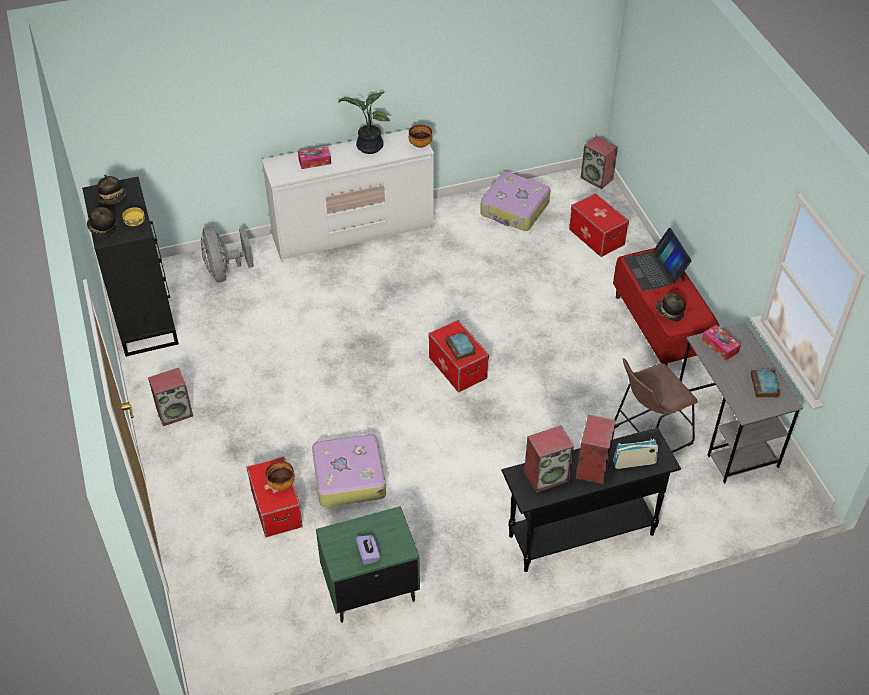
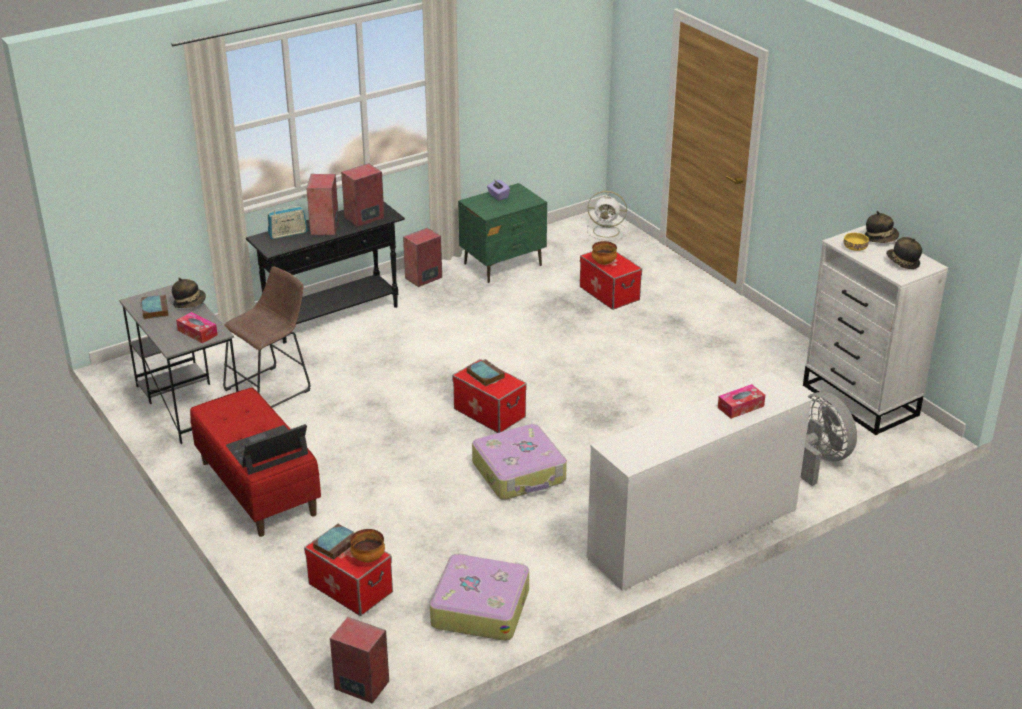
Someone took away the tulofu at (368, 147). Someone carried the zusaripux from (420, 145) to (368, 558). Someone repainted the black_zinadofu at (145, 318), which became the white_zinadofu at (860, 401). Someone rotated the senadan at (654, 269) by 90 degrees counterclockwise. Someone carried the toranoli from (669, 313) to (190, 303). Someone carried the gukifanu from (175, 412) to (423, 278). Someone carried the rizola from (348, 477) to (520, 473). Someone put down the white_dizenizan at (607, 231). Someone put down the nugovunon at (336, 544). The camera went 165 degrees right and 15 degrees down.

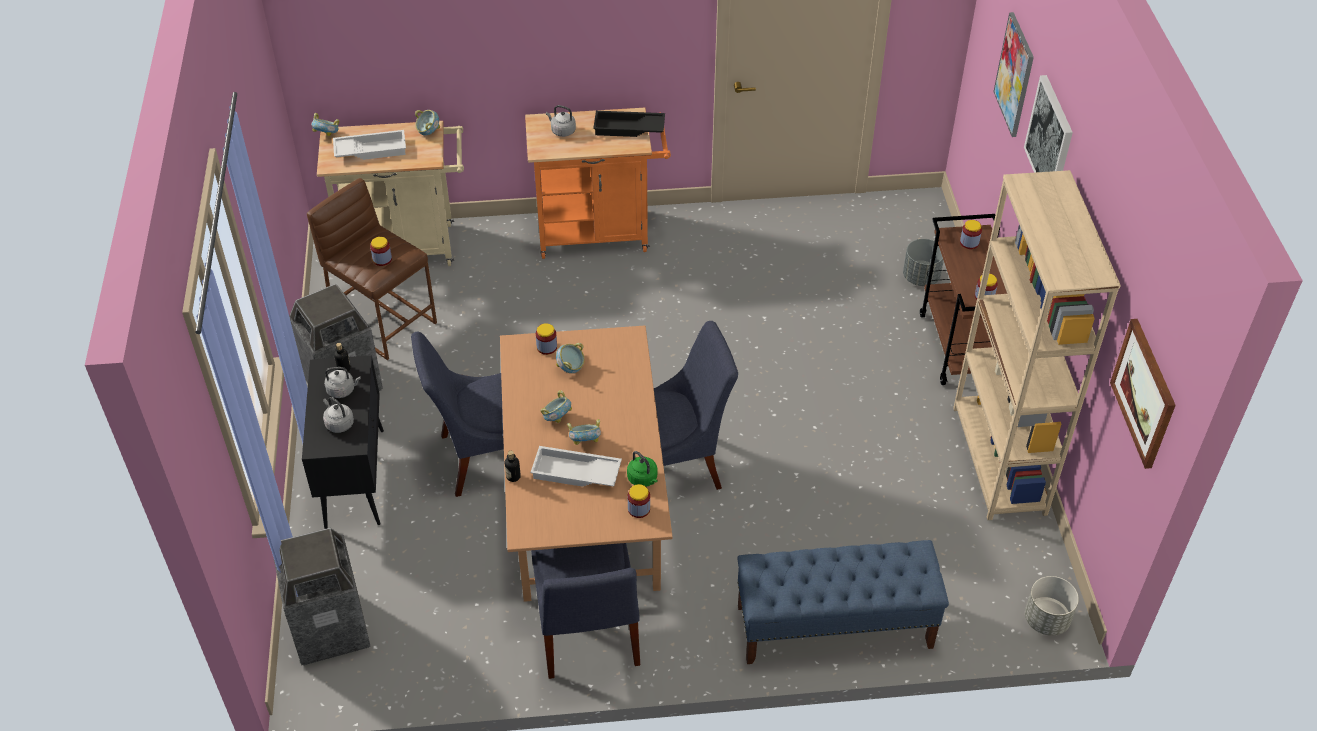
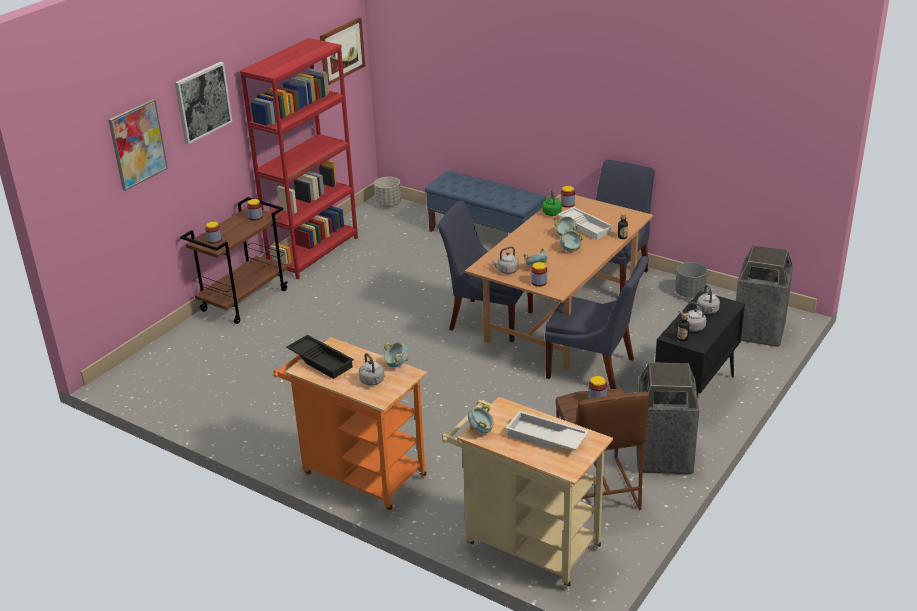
Someone carried the zusaripux from (327, 135) to (396, 365). Someone repainted the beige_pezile at (999, 460), which became the red_pezile at (313, 253). Someone carried the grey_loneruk from (921, 277) to (689, 293). Someone put down the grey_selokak at (506, 271). The camera went 140 degrees left and 15 degrees down.

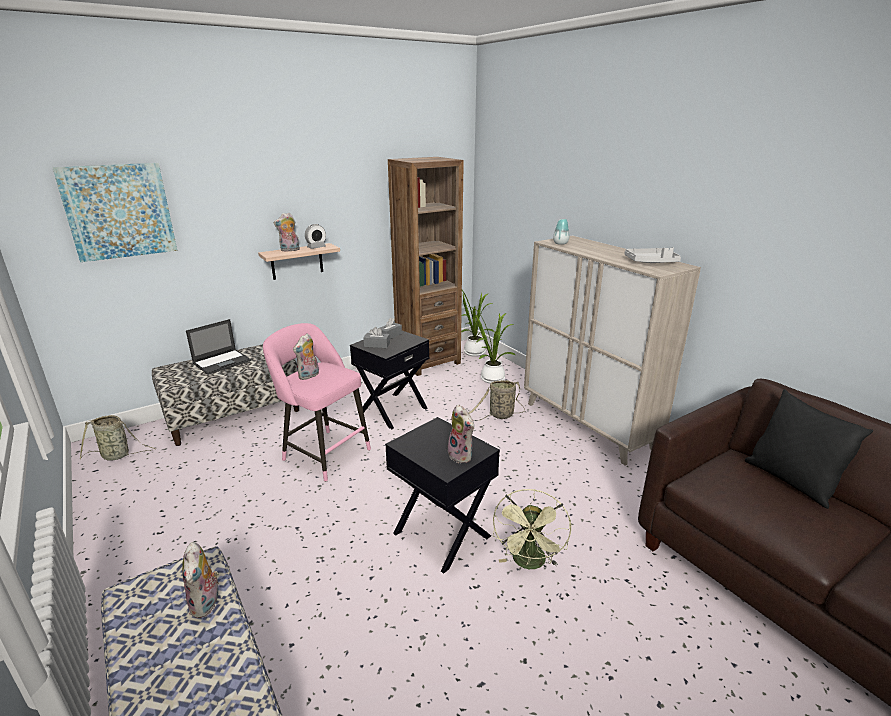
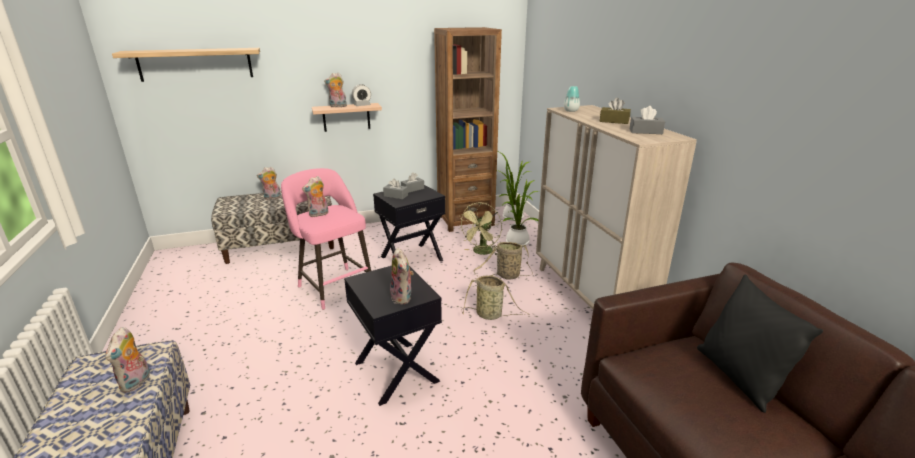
Someone swapped the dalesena at (119, 211) for the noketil at (195, 64). Someone swapped the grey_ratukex at (651, 262) for the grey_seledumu at (645, 131). Someone swapped the senadan at (222, 362) for the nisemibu at (272, 198). Someone carried the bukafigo from (118, 455) to (491, 315). Someone carried the green_dizenizan from (529, 563) to (481, 252). Someone put down the brown_seledumu at (614, 121). The camera went 15 degrees right and 0 degrees up.

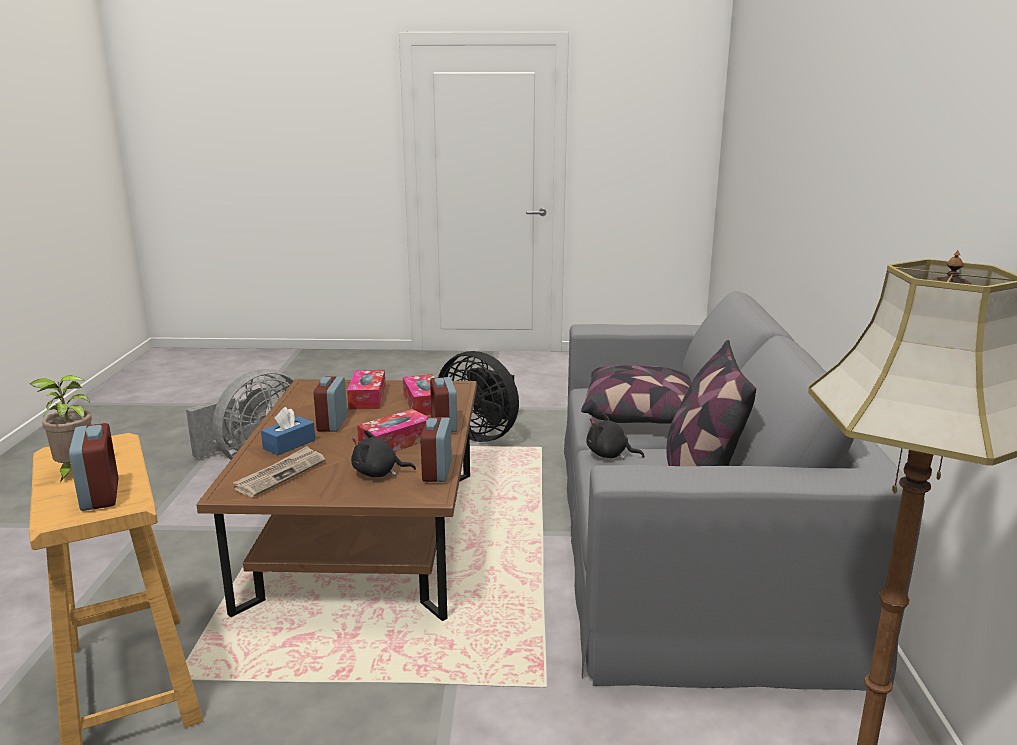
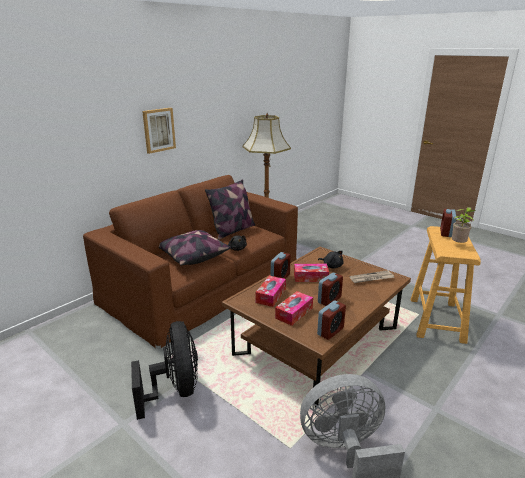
Someone repainted the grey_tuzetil at (690, 541), which became the brown_tuzetil at (202, 283). Someone took away the blue_seledumu at (289, 444). Someone carried the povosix from (437, 471) to (330, 331). Someone put up the dalesena at (158, 130). The camera went 140 degrees left and 5 degrees up.

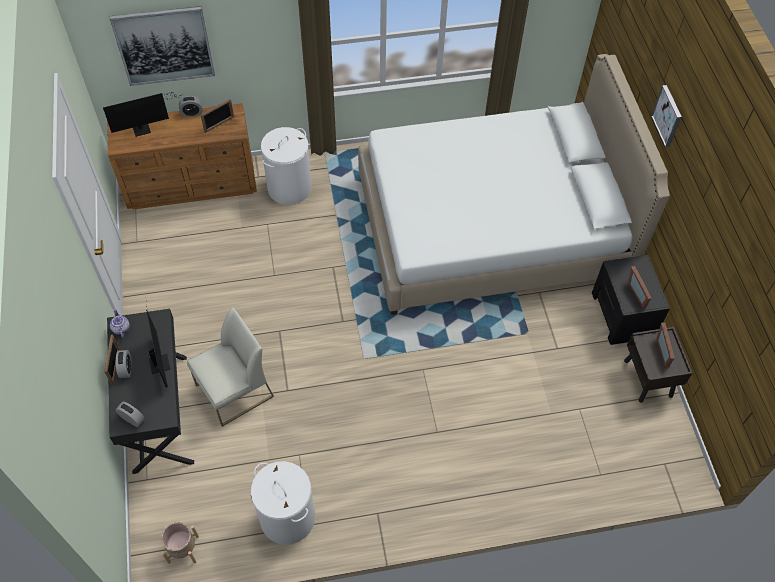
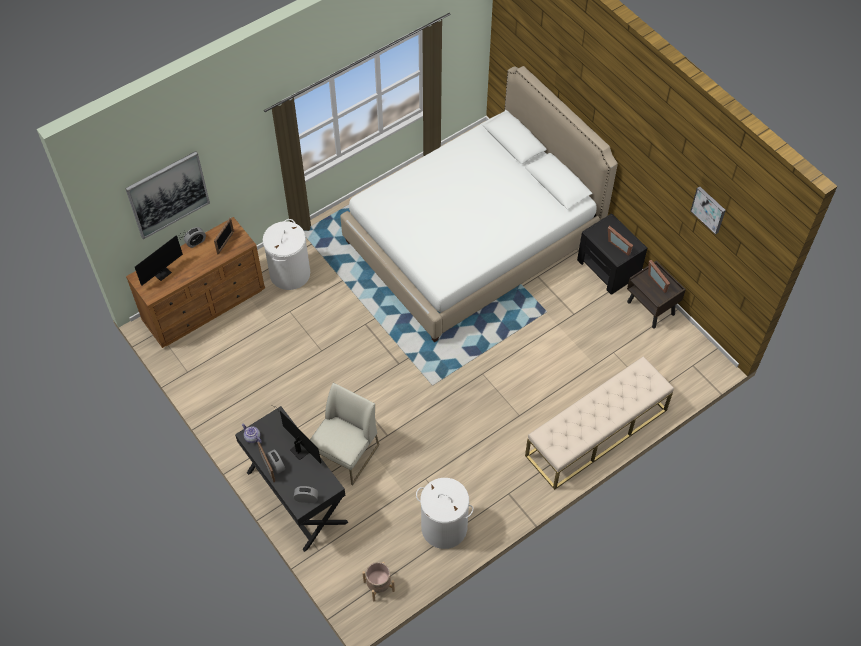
Someone carried the dalesena from (668, 116) to (709, 209). Someone put down the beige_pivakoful at (596, 433). The camera went 25 degrees left and 0 degrees up.

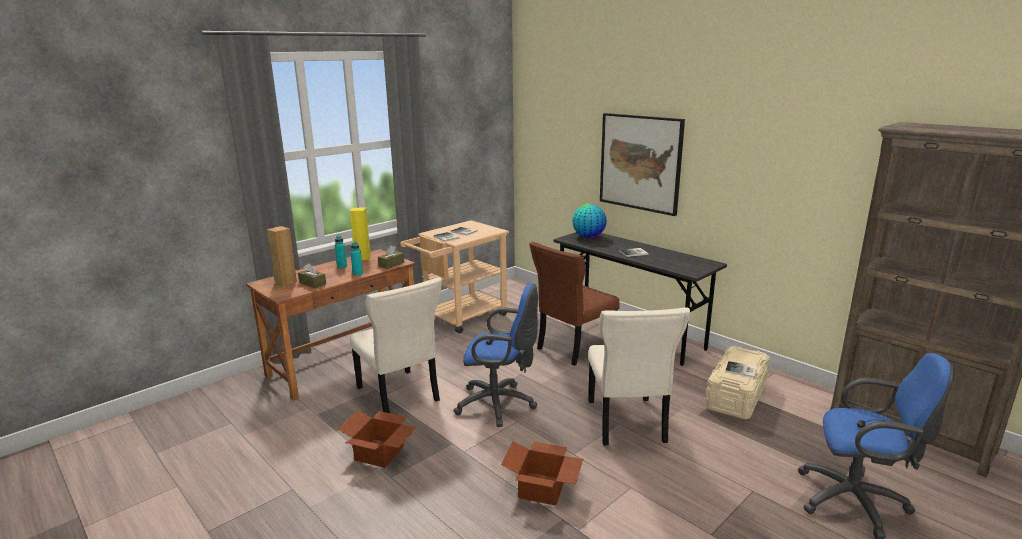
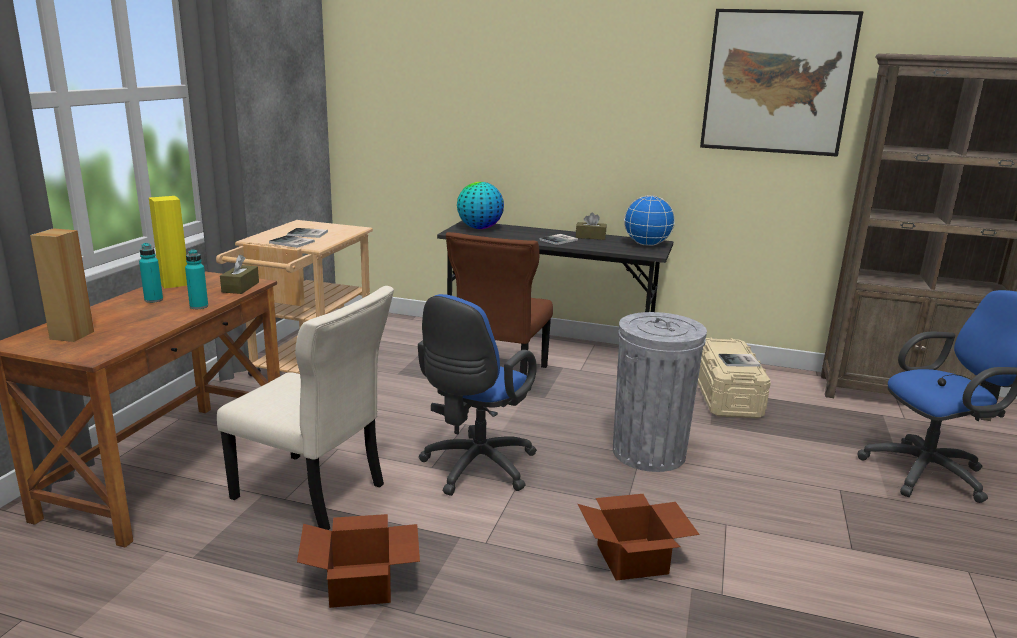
Someone carried the dalesena from (640, 162) to (777, 82). Someone carried the brown_seledumu from (312, 283) to (590, 237). Someone rotated the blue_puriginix at (499, 405) by 135 degrees clockwise. Someone swapped the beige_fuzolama at (626, 423) for the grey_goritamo at (649, 452). Someone put down the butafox at (647, 245). The camera went 30 degrees left and 0 degrees up.

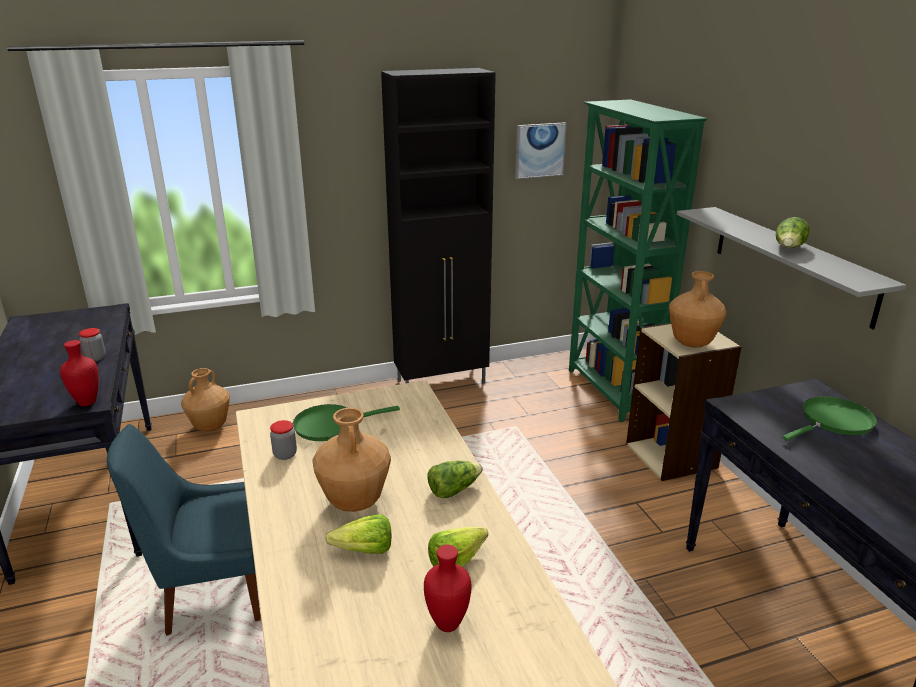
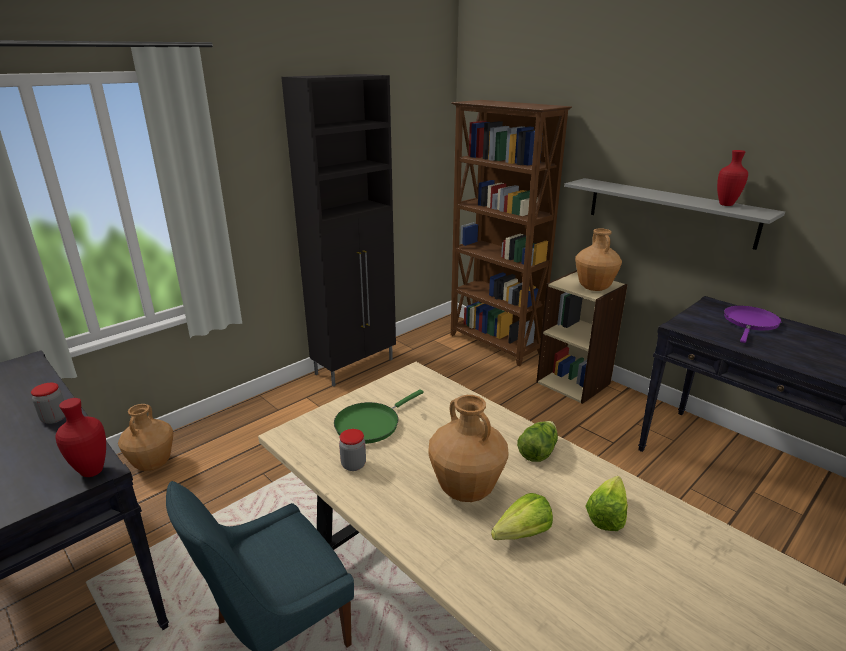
Someone repainted the green_pezile at (612, 392), which became the brown_pezile at (495, 344). Someone took away the dalesena at (540, 150). Someone took away the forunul at (789, 248). Someone repainted the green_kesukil at (833, 421), which became the purple_kesukil at (750, 323). Someone carried the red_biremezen from (449, 624) to (726, 204). The camera went 25 degrees left and 0 degrees up.

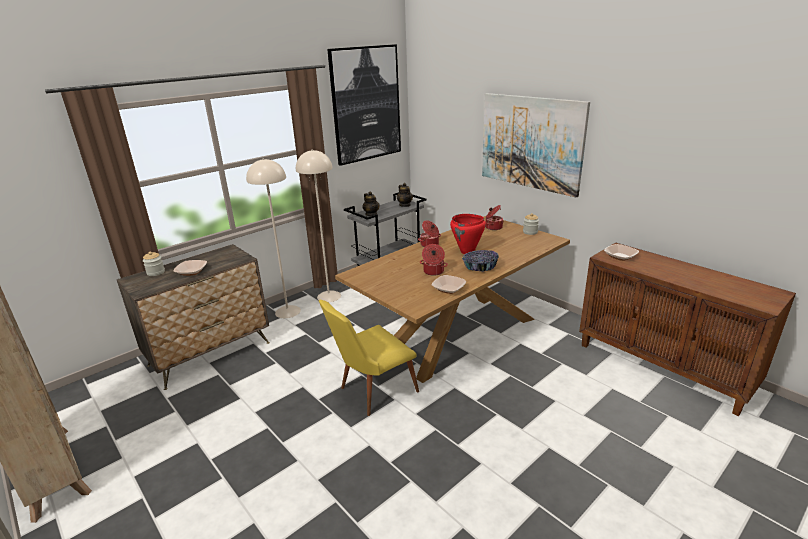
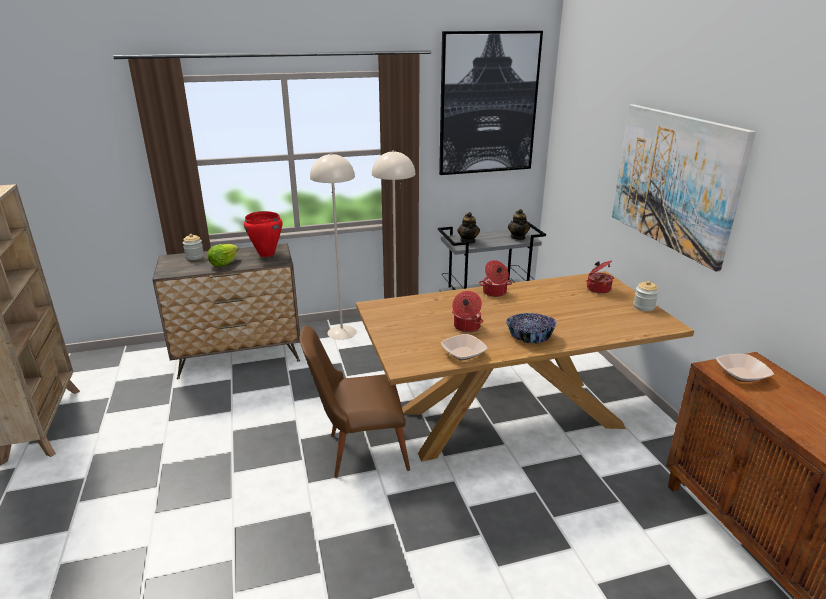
Someone carried the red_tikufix from (467, 252) to (266, 254). Someone swapped the zusaripux at (191, 272) for the forunul at (223, 263). Someone repainted the yellow_fuzolama at (371, 392), which became the brown_fuzolama at (359, 451). The camera went 25 degrees right and 0 degrees up.

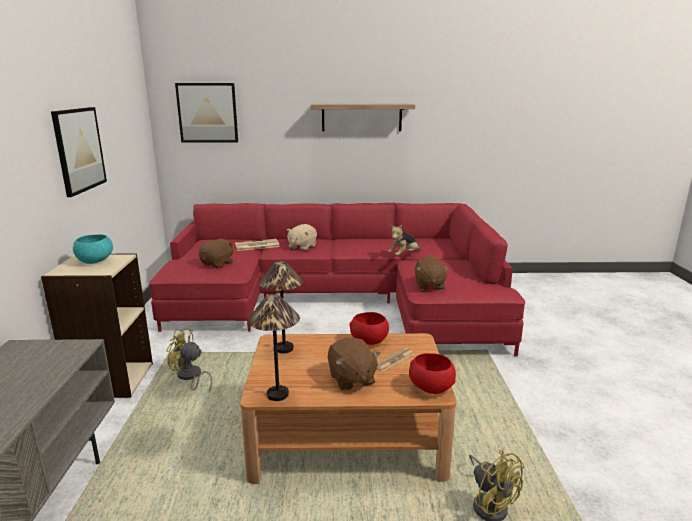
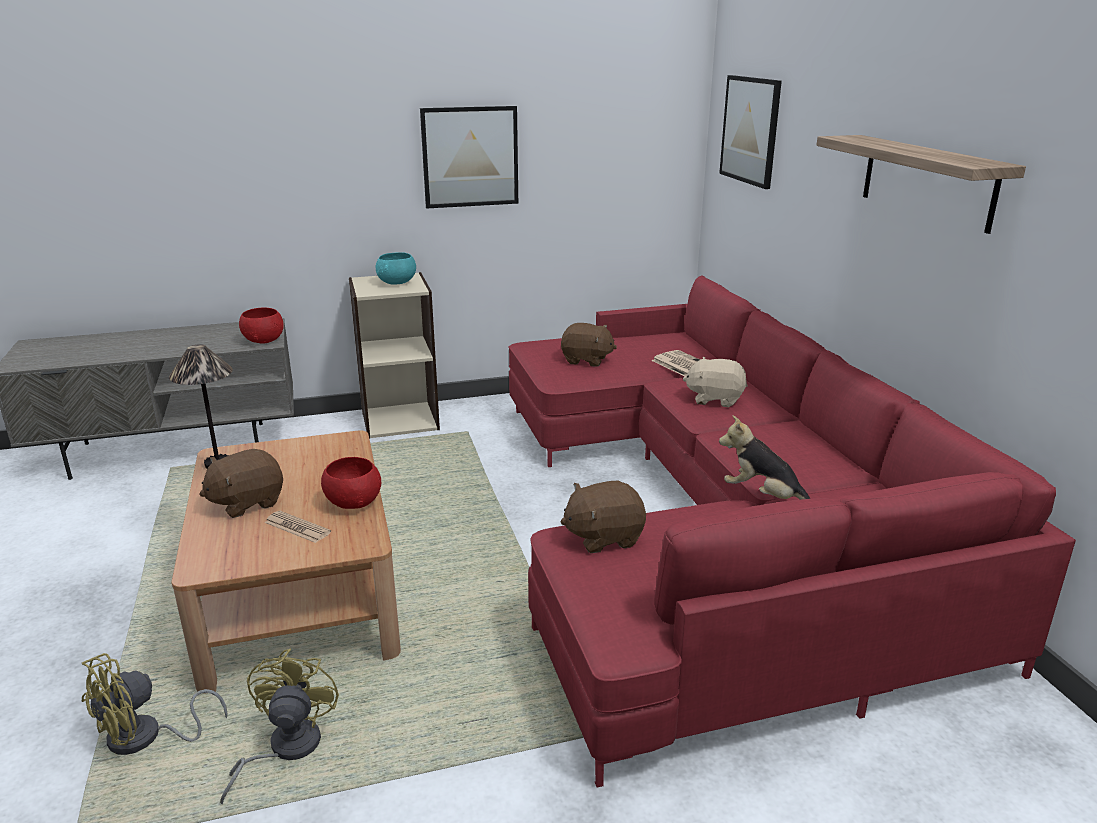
Someone took away the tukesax at (284, 349). Someone carried the yellow_dizenizan from (190, 377) to (285, 749). Someone carried the red_zusaripux from (430, 388) to (263, 340). The camera went 75 degrees right and 5 degrees up.

